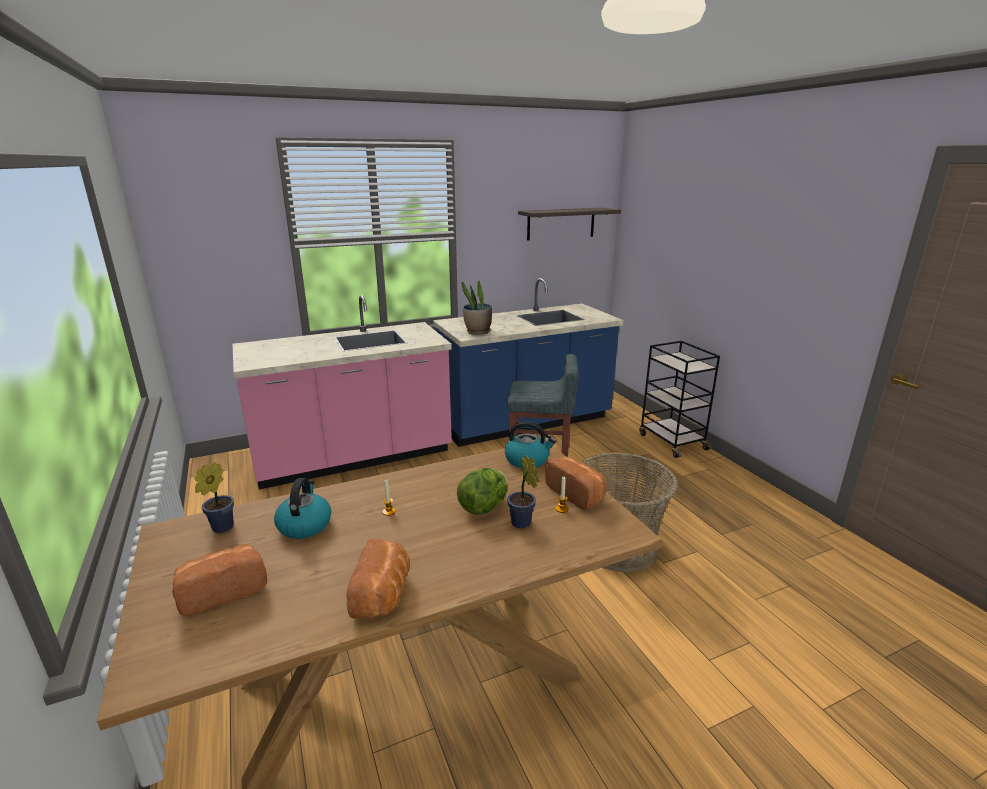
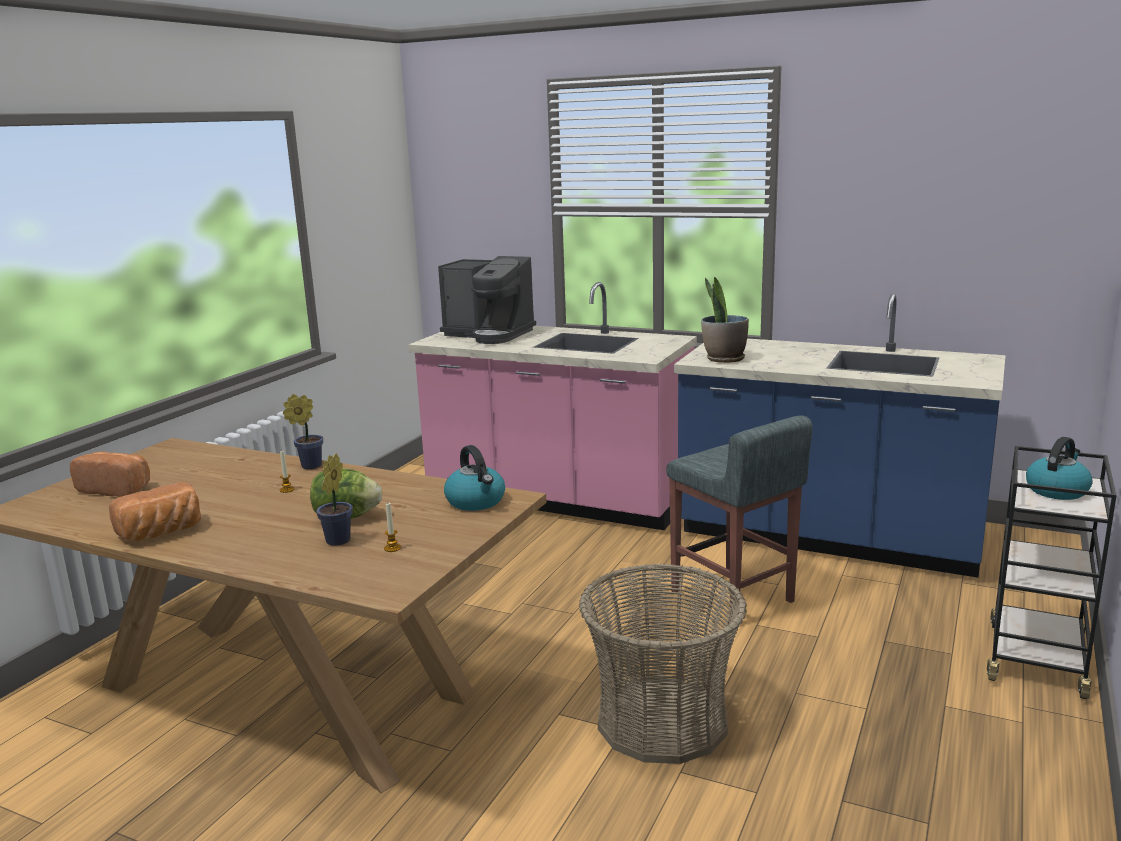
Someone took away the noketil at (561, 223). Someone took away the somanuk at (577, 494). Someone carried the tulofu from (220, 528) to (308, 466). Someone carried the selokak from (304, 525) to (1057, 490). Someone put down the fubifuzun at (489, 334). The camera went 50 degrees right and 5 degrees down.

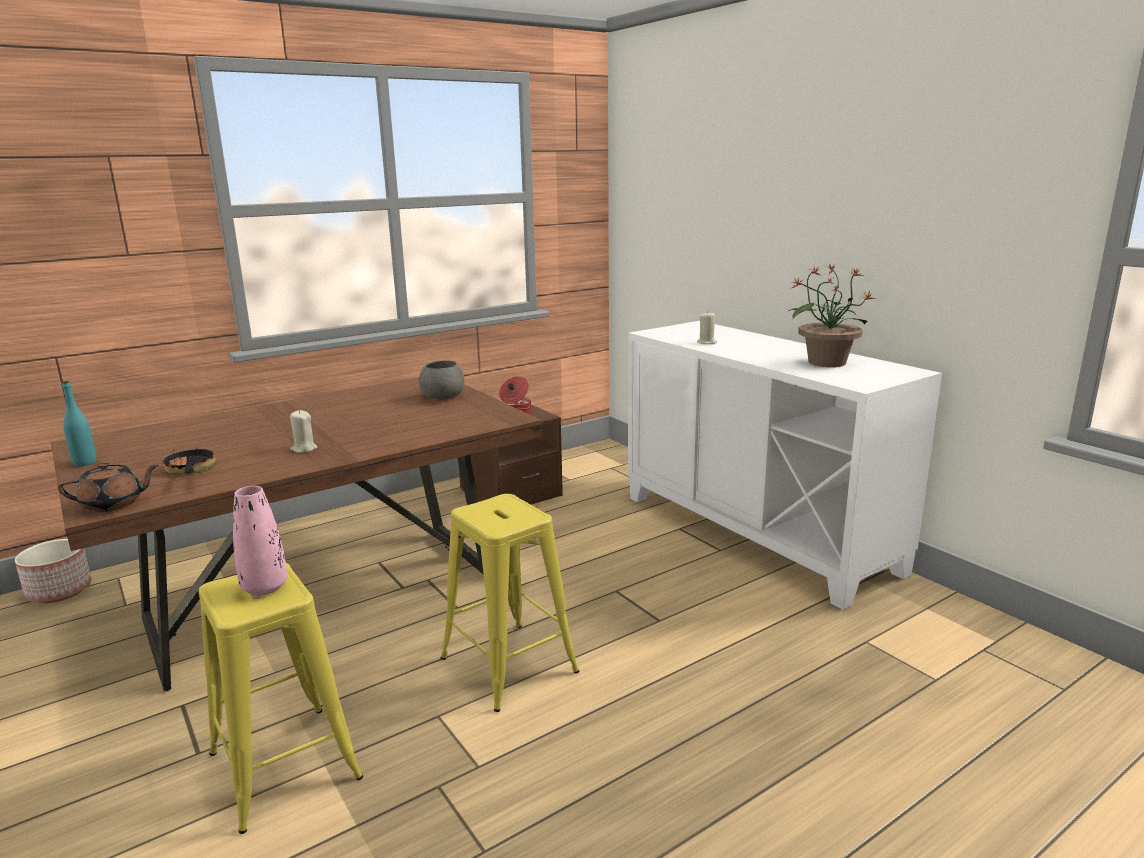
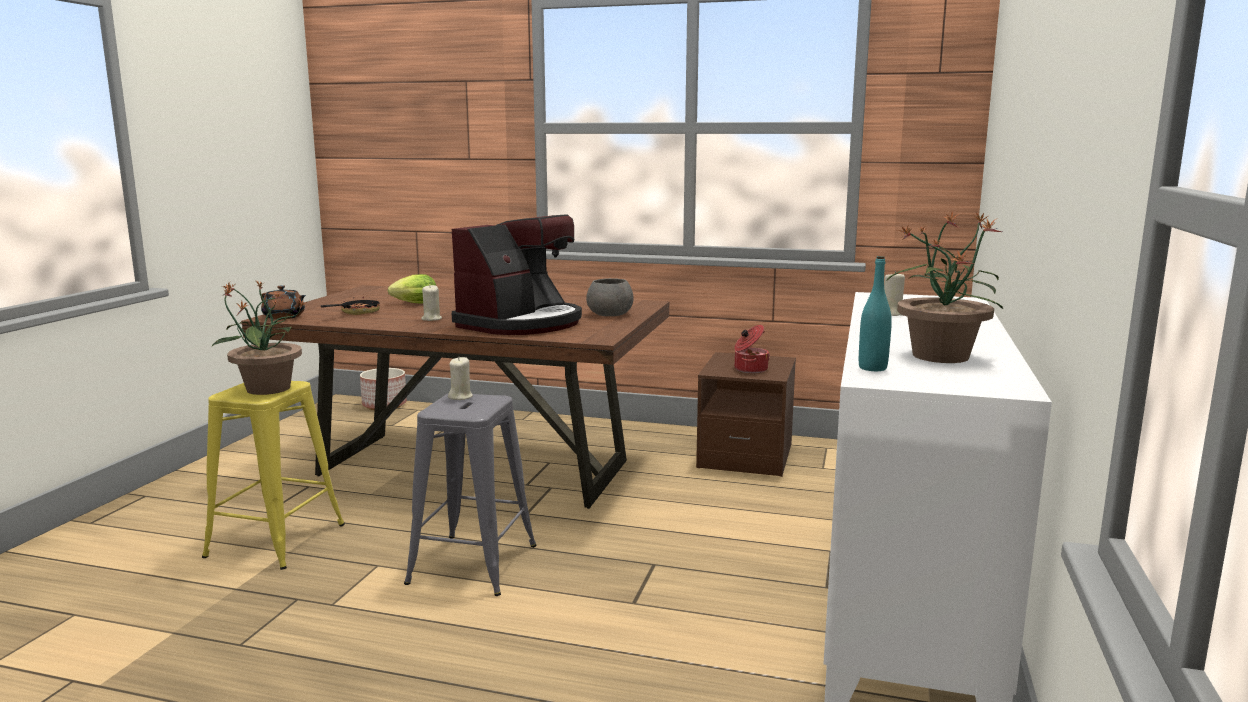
Someone carried the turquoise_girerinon from (85, 463) to (872, 368). Someone swapped the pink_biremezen at (264, 587) for the tulofu at (267, 389). Someone repainted the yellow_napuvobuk at (508, 665), which became the grey_napuvobuk at (473, 564). Someone put down the fubifuzun at (521, 323). Someone put down the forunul at (412, 304). Someone put down the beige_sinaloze at (460, 397). The camera went 50 degrees right and 5 degrees down.

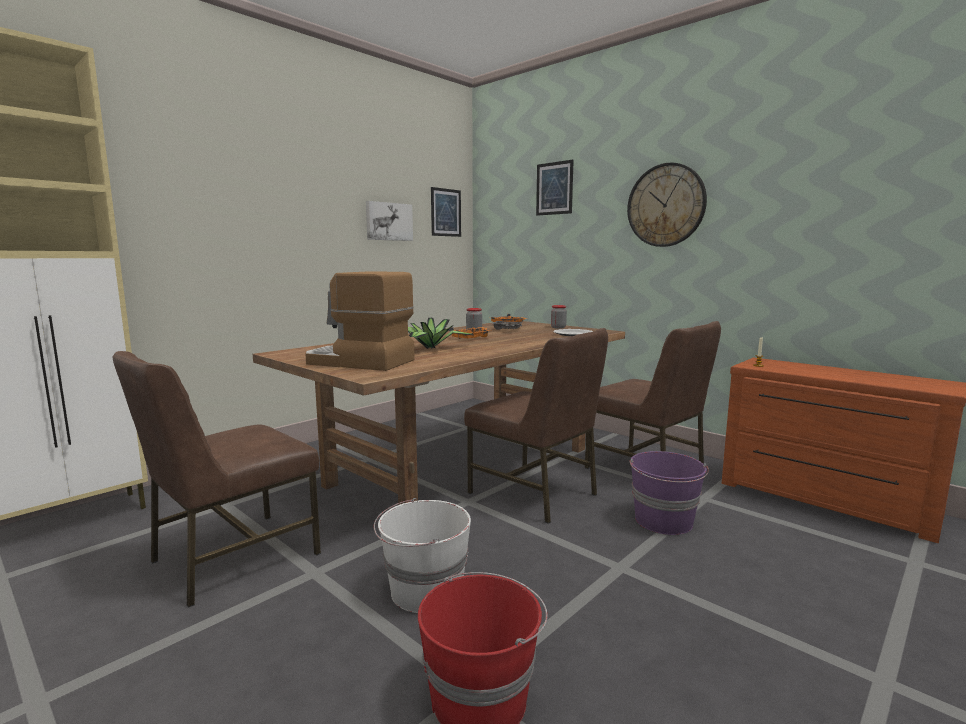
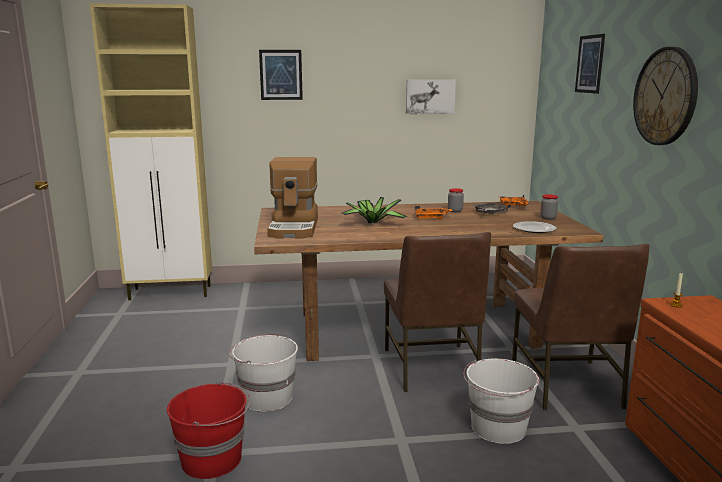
Someone carried the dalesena from (446, 212) to (281, 75). Someone rotated the fubifuzun at (358, 362) by 150 degrees counterclockwise. Someone took away the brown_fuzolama at (232, 557). Someone repainted the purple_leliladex at (664, 521), which became the white_leliladex at (497, 428). The camera went 40 degrees right and 5 degrees up.

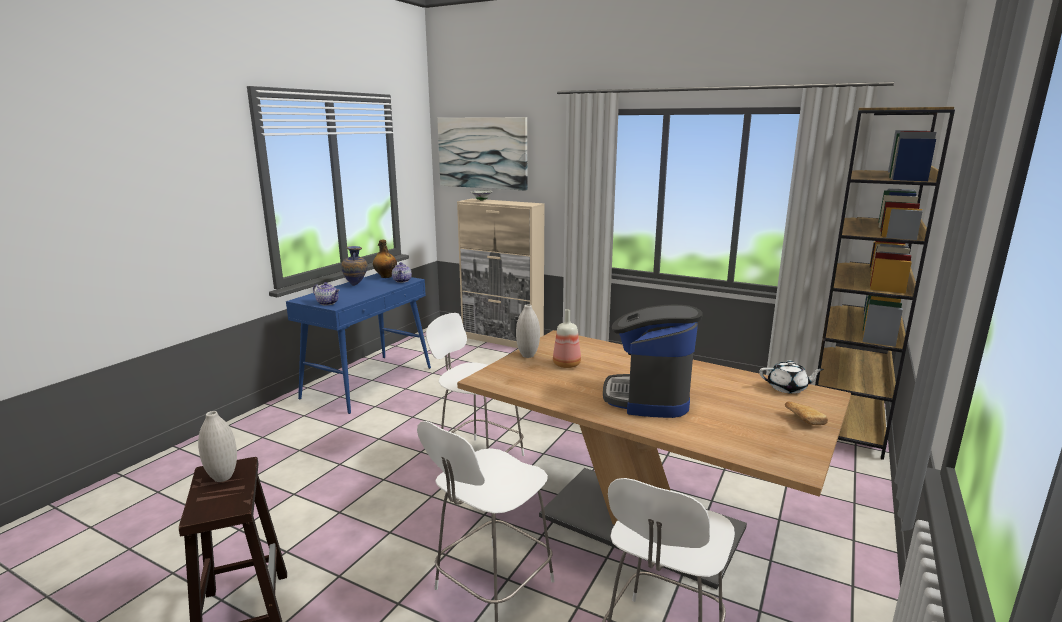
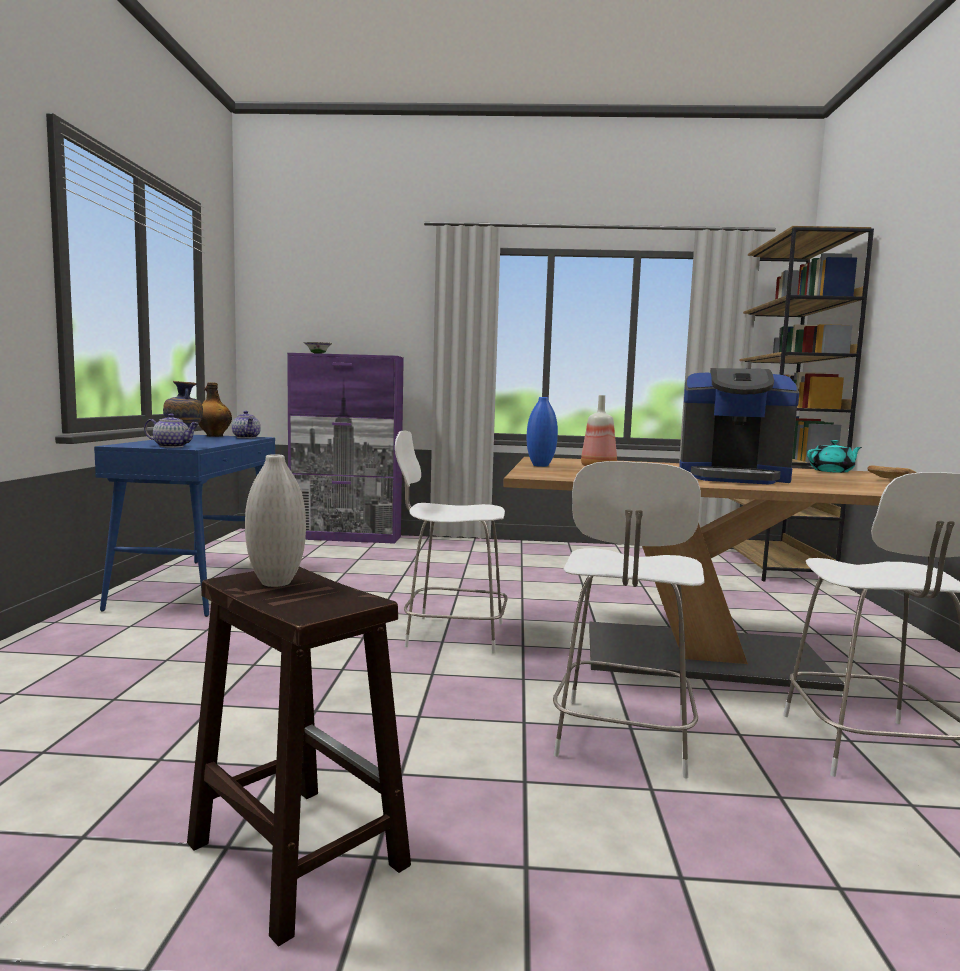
Someone took away the dalesena at (482, 153). Someone repainted the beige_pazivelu at (502, 340), which became the purple_pazivelu at (346, 537). Someone repainted the white_biremezen at (528, 355), which became the blue_biremezen at (540, 465). Someone rotated the fubifuzun at (648, 397) by 60 degrees counterclockwise. Someone repainted the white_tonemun at (787, 388), which became the turquoise_tonemun at (832, 471). The camera went 25 degrees left and 10 degrees down.

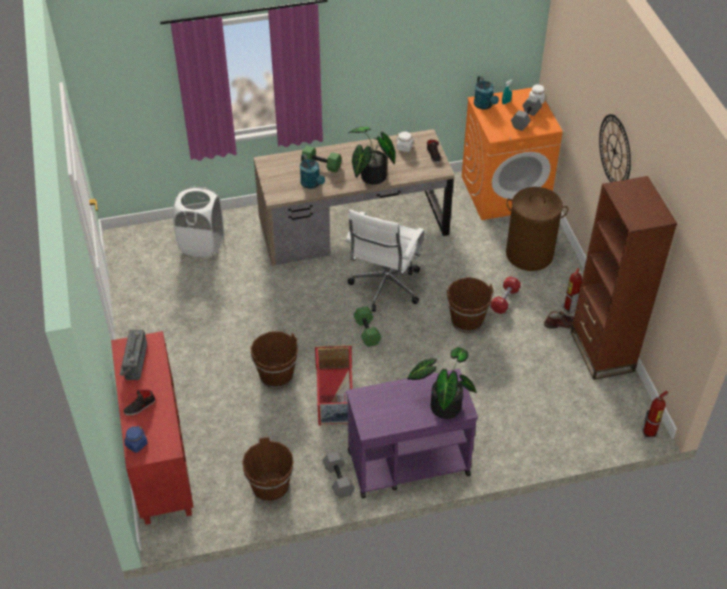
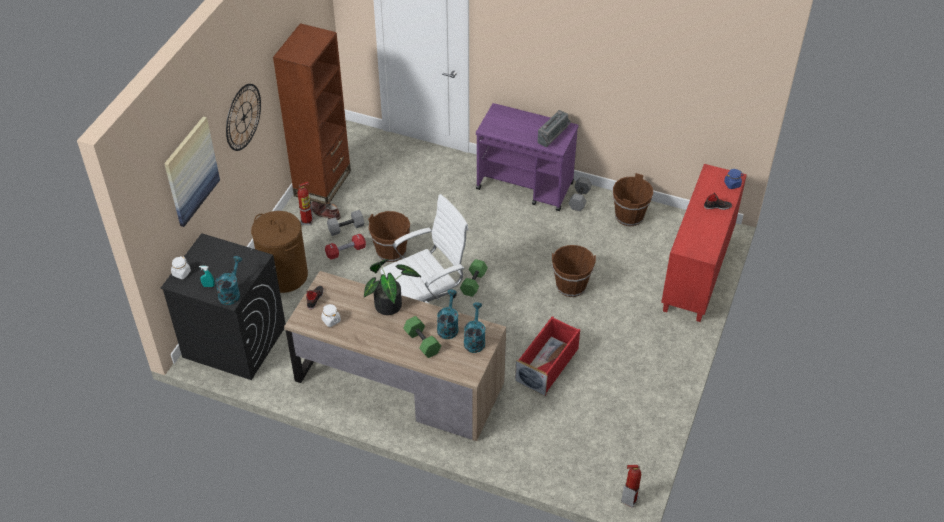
Someone repainted the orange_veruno at (505, 192), which became the black_veruno at (233, 341). Someone carried the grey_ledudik from (526, 119) to (346, 227). Someone took away the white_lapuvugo at (202, 244). Someone carried the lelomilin from (133, 362) to (554, 136). Someone carried the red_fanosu from (335, 396) to (547, 364). Someone took away the tulofu at (443, 404). Someone carried the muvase from (649, 433) to (629, 499). Someone put up the dalesena at (191, 171). Someone put down the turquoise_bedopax at (474, 340). The camera went 145 degrees left and 0 degrees up.

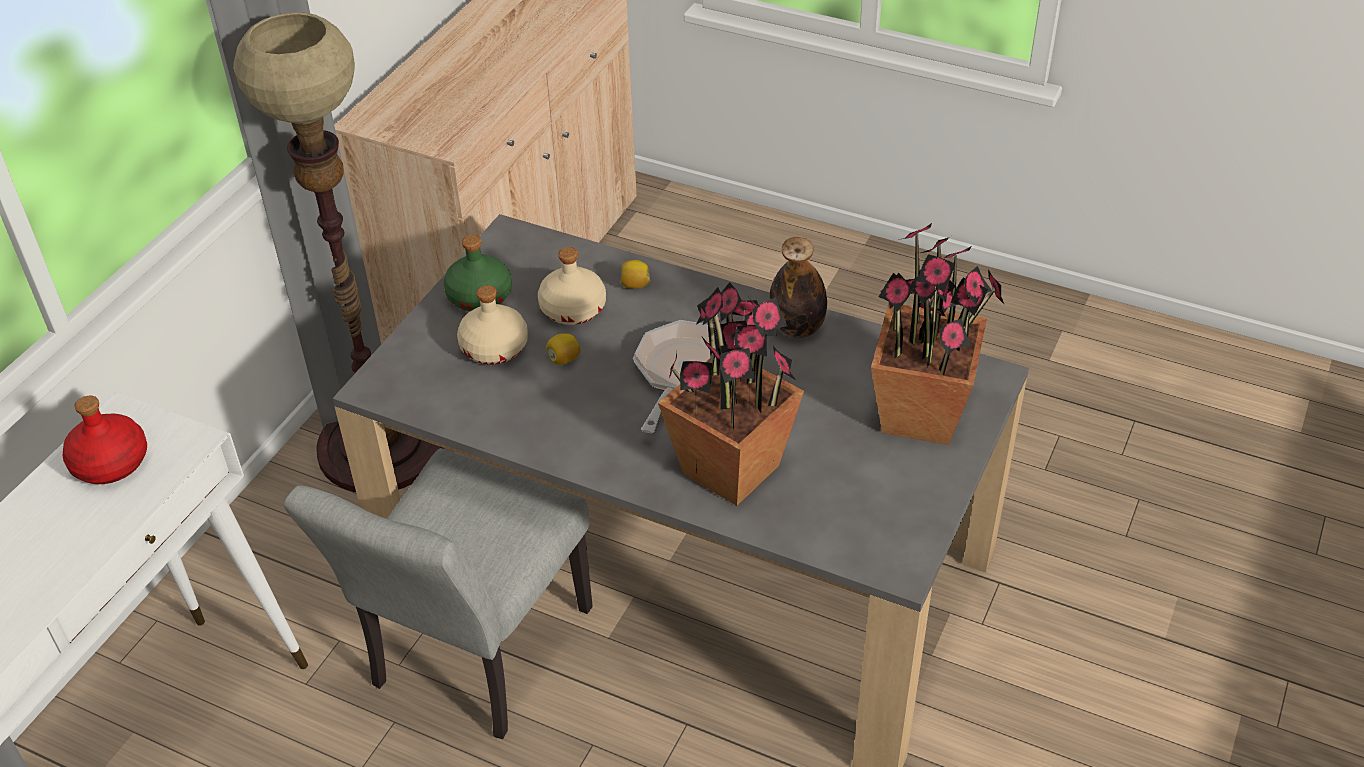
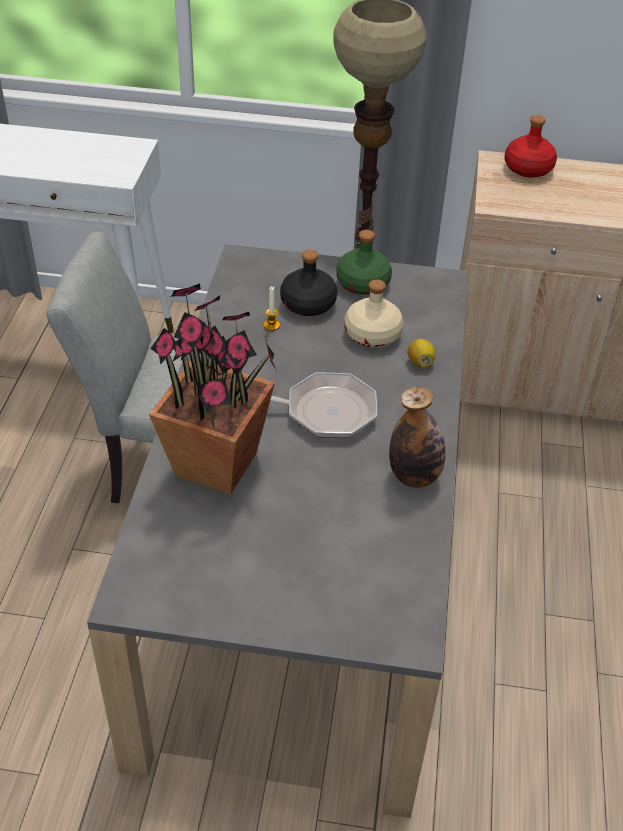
Someone took away the tulofu at (922, 415). Someone repainted the beige_girerinon at (494, 348), which became the black_girerinon at (307, 304). Someone took away the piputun at (564, 359). Someone carried the red_girerinon from (111, 462) to (528, 169). Someone put down the sinaloze at (271, 325). The camera went 70 degrees right and 0 degrees up.

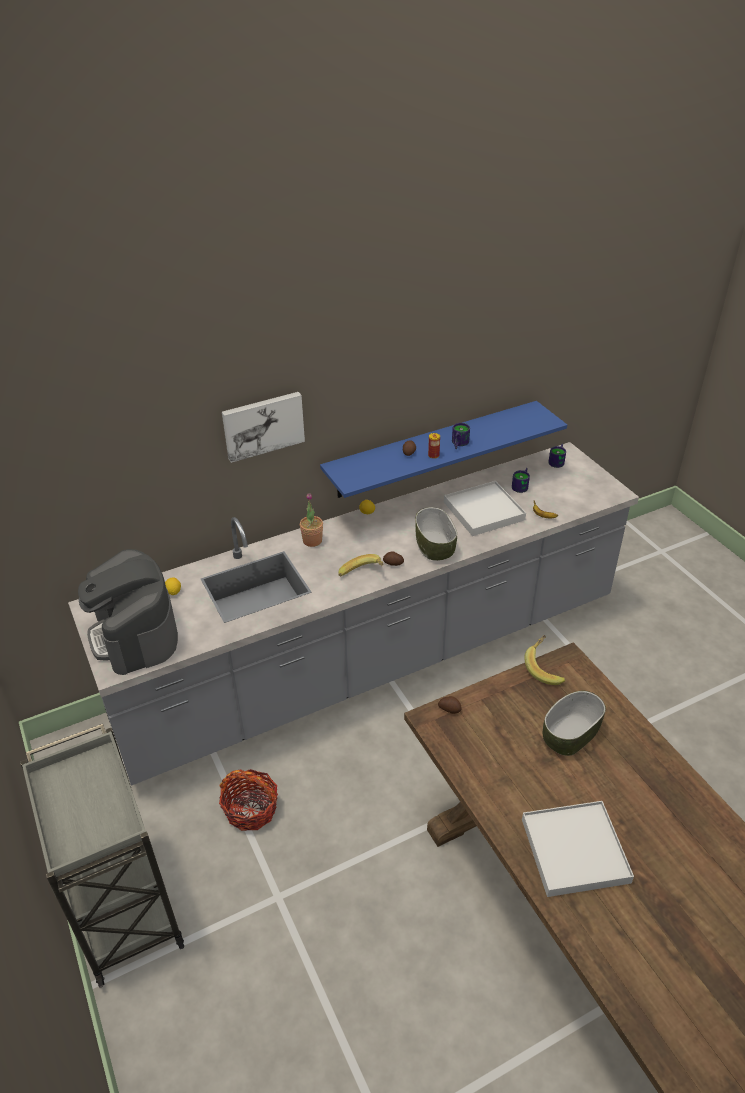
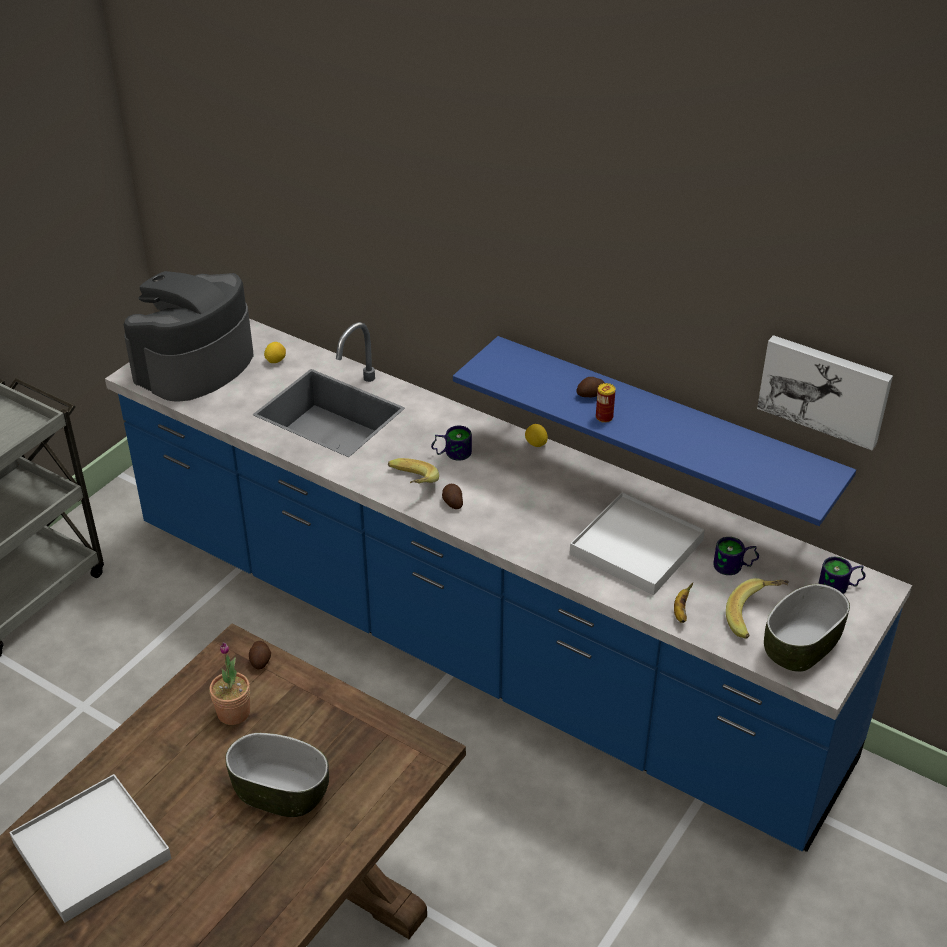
Someone carried the dalesena from (263, 425) to (825, 389). Someone carried the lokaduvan from (457, 444) to (451, 452). Someone repainted the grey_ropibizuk at (374, 661), which became the blue_ropibizuk at (473, 642). Someone carried the tulofu from (312, 541) to (233, 713). Someone carried the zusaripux from (435, 546) to (801, 646). Someone carried the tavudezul from (545, 668) to (756, 617). Someone took away the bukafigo at (251, 809). The camera went 60 degrees right and 0 degrees up.

